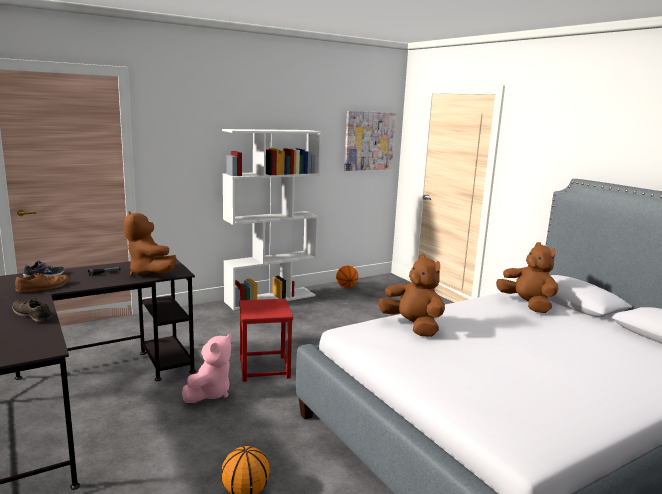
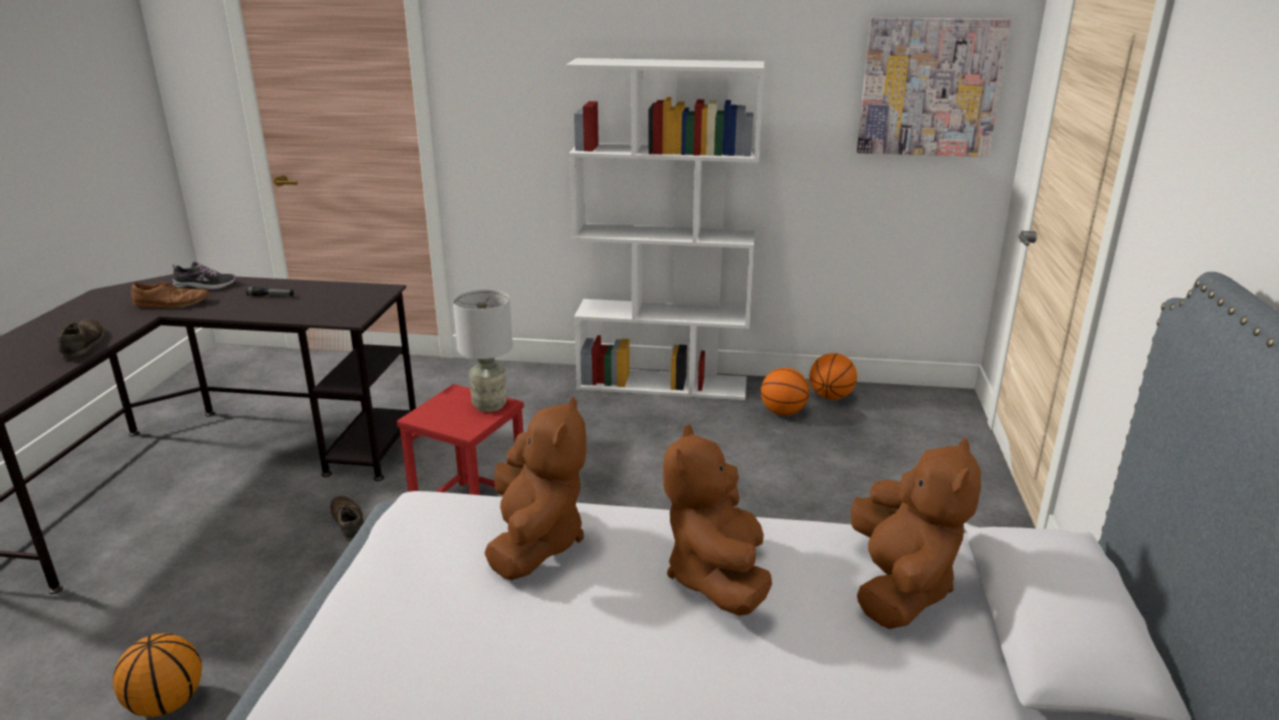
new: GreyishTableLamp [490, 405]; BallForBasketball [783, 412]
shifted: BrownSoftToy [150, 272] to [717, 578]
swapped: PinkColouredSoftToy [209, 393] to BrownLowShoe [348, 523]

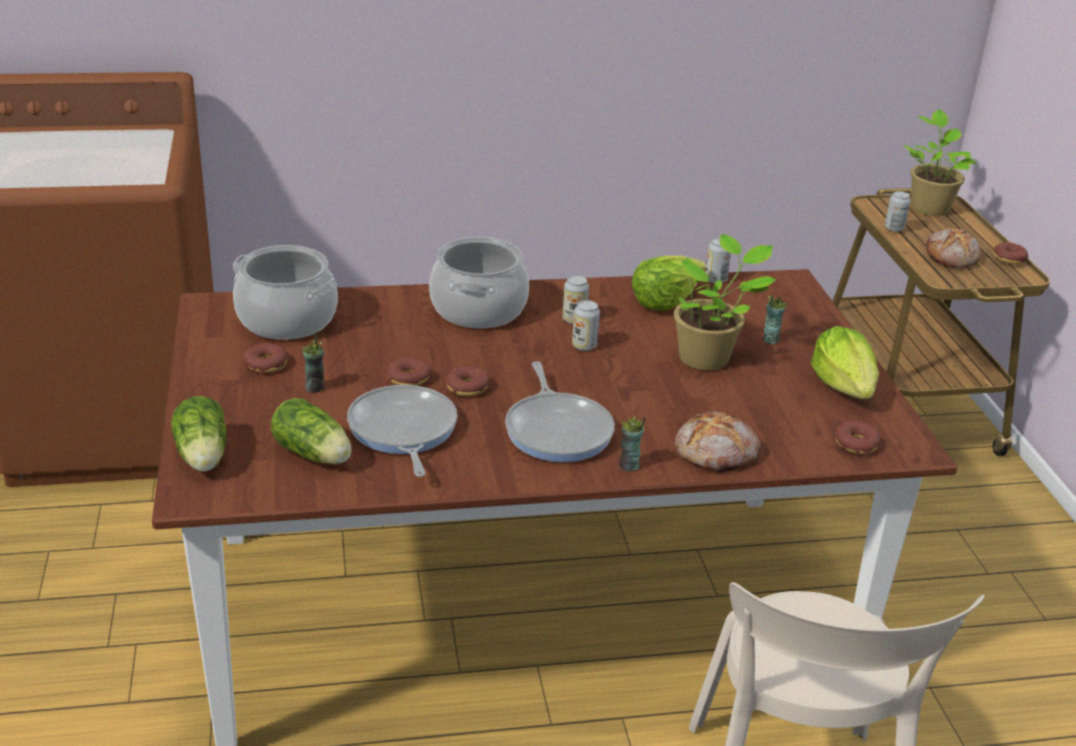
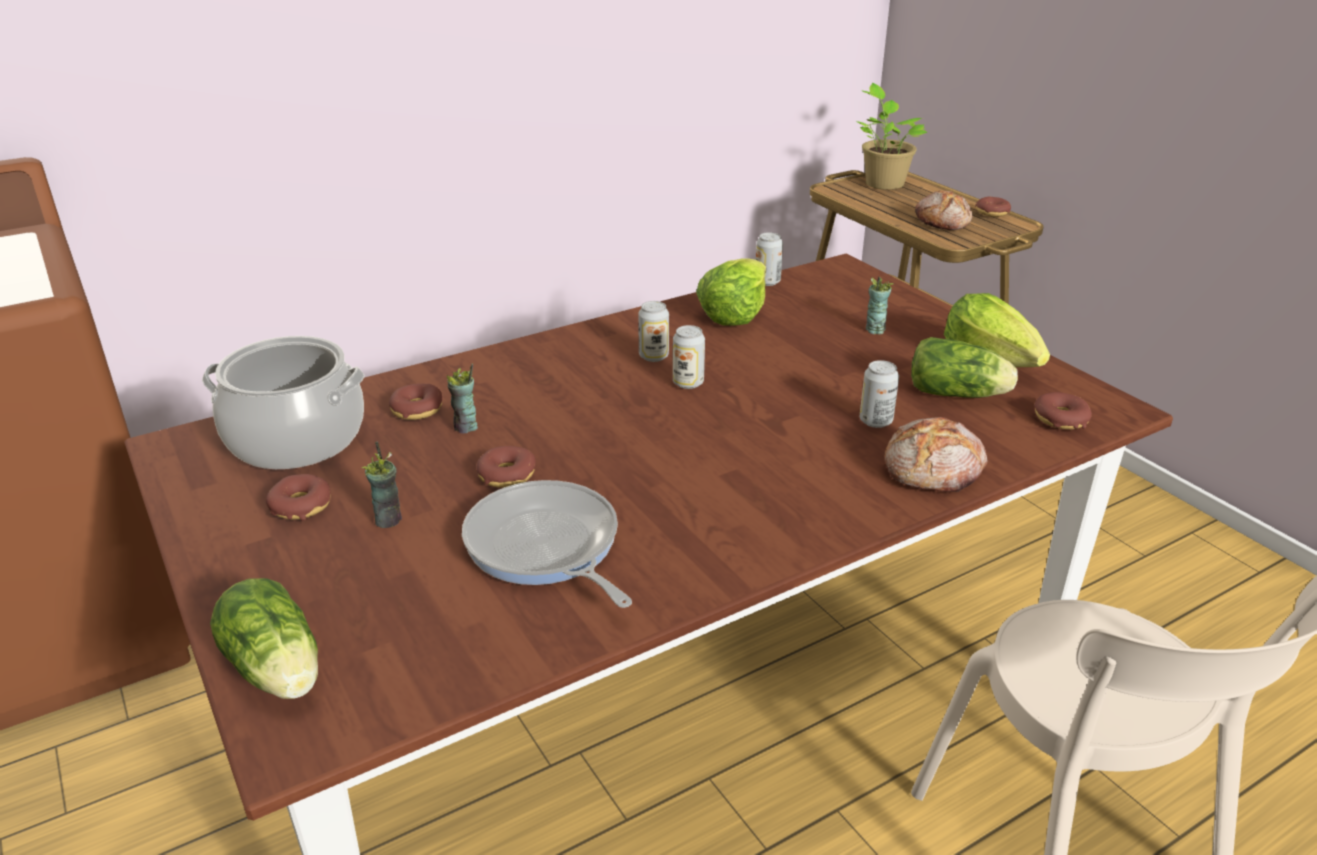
gone: PottedPlant [707, 357]; CookingPot [477, 309]; Pan [558, 430]
shifted: Can [894, 228] to [875, 421]; Doughnut [467, 388] to [417, 410]; Lettuce [315, 455] to [959, 394]; Cup [629, 466] to [465, 427]

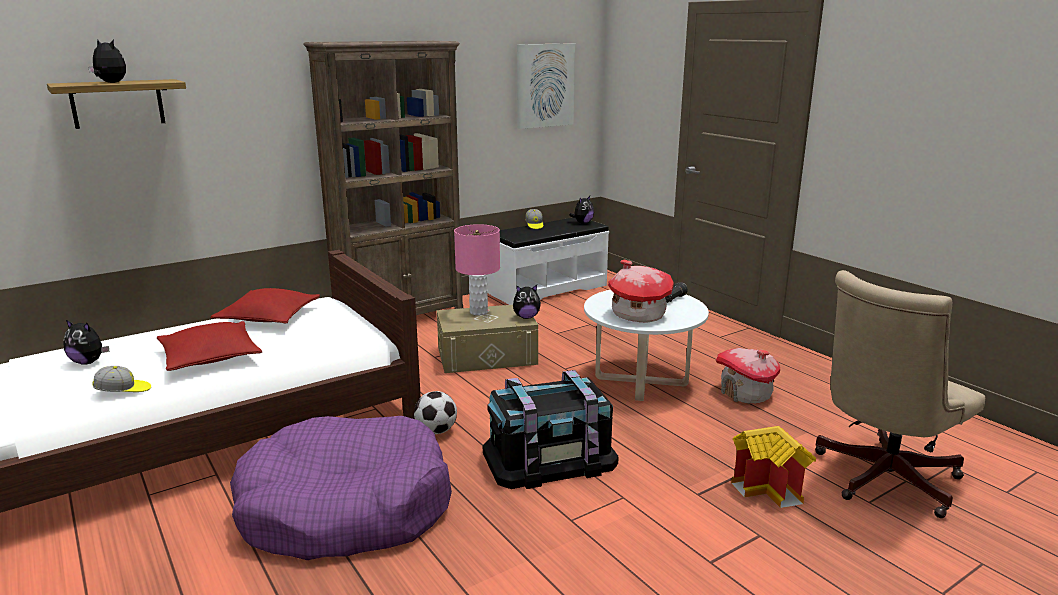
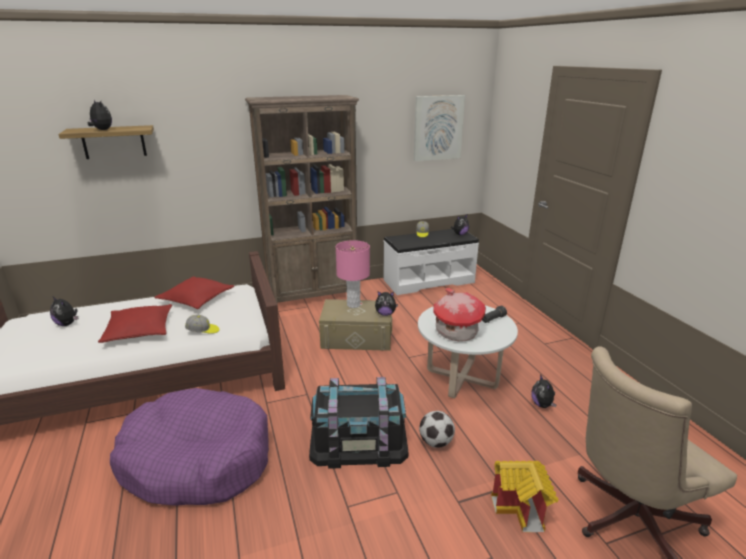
shifted: BaseballCap [123, 391] to [203, 331]; BallForFootball [436, 431] to [436, 442]
swapped: ModelHouse [745, 394] to SoftToy [542, 405]

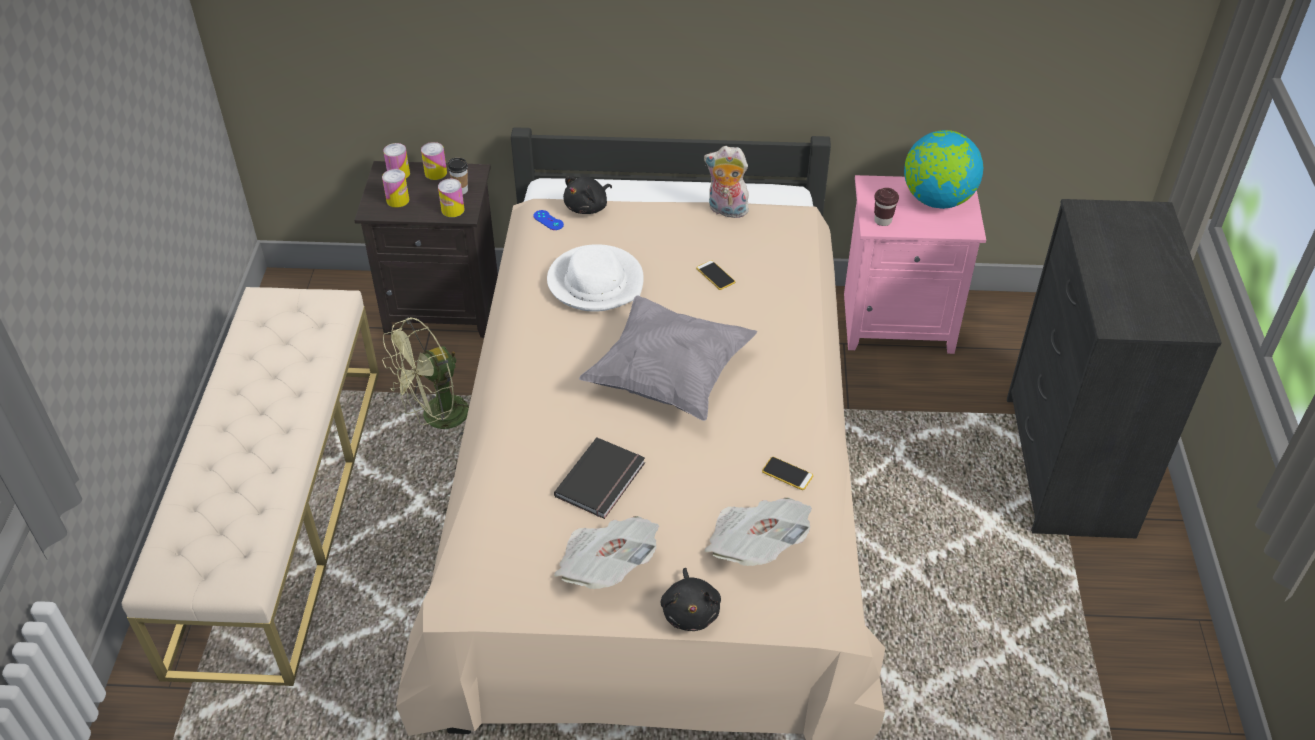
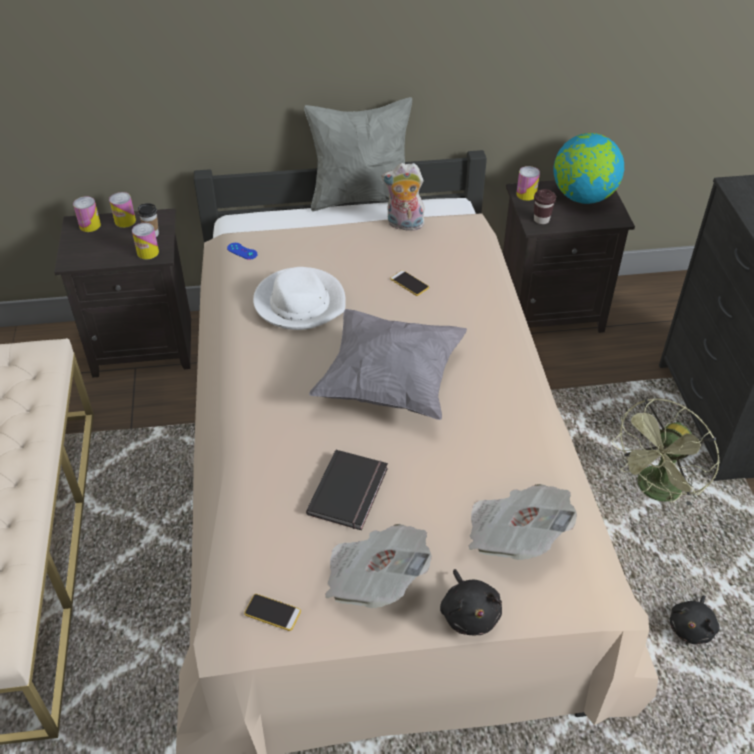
new: GreyishPillow [361, 197]
shifted: Can [397, 200] to [526, 194]; BlackishSoftToy [588, 207] to [691, 627]; GreenishCoolingFan [437, 419] to [655, 492]; Telephone [787, 474] to [272, 612]
repainted: PinkColouredNightstand [899, 321] to BlackishNightstand [551, 310]

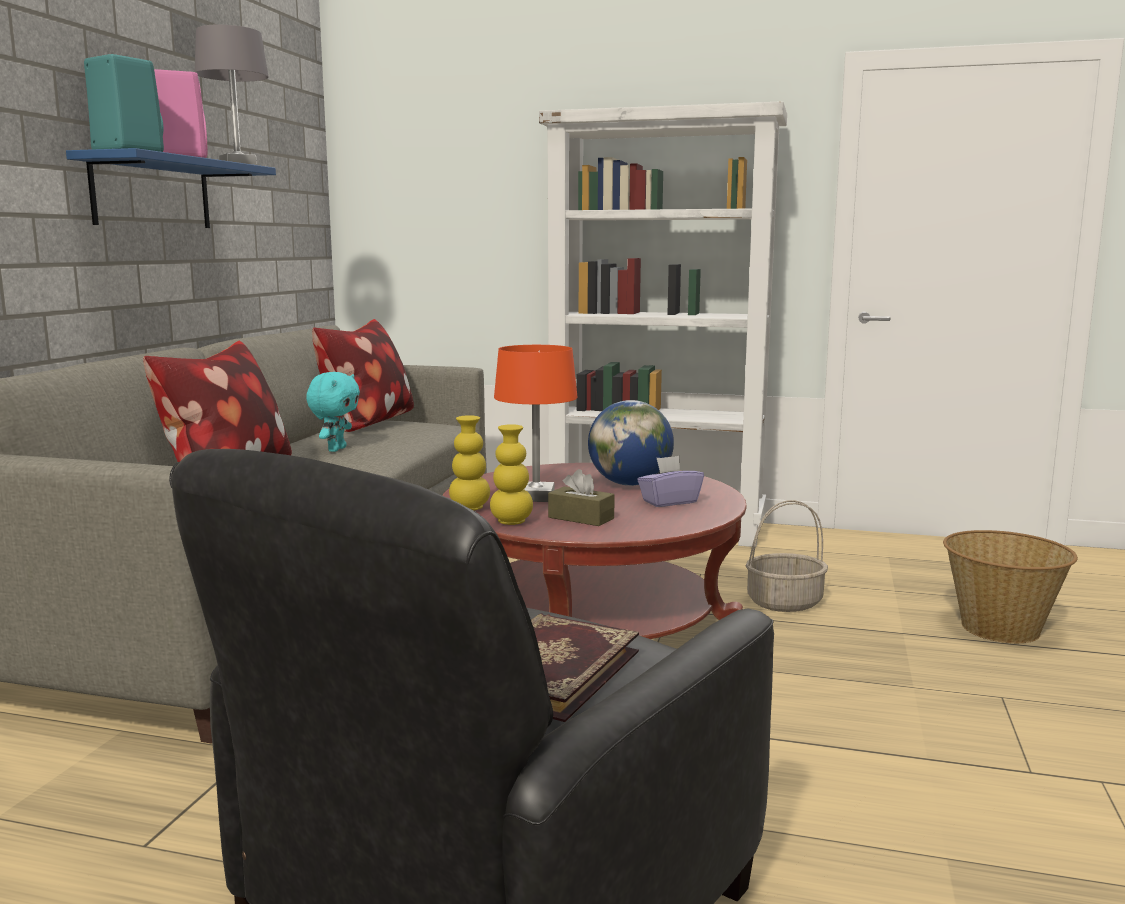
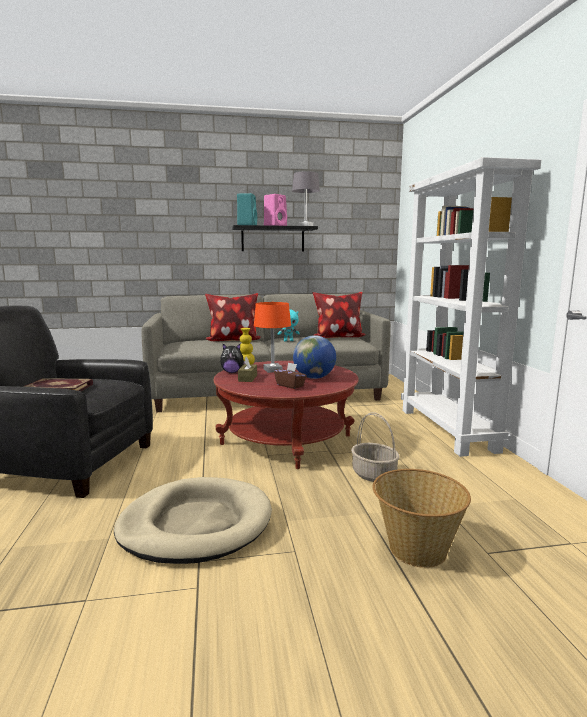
new: SandColouredDogCushion [195, 524]
swapped: YellowishFlowerVase [511, 522] to SoftToy [232, 372]
repainted: BlueWallShelf [152, 193] to BlackishWallShelf [273, 239]; PurpleColouredTissueHolder [669, 501] to BrownTissueHolder [290, 385]

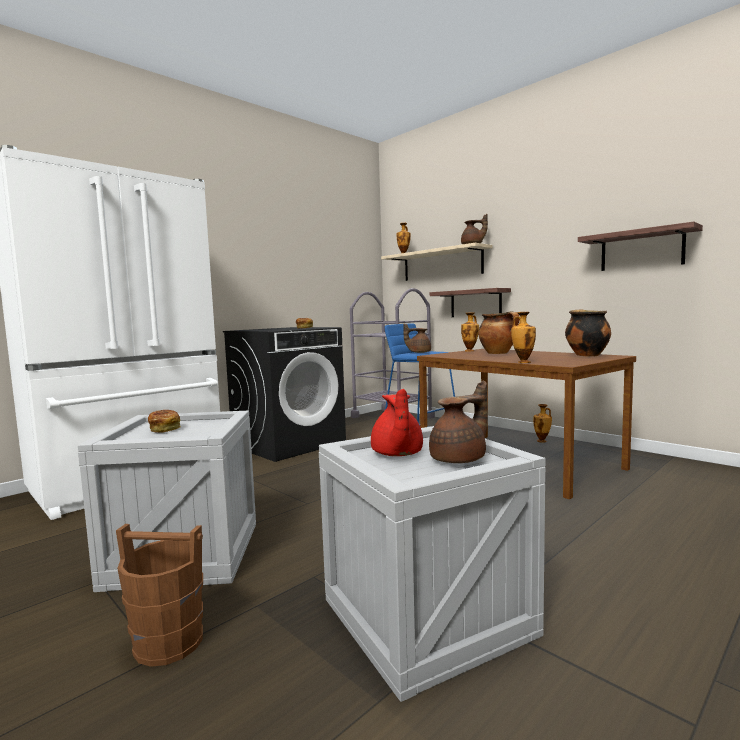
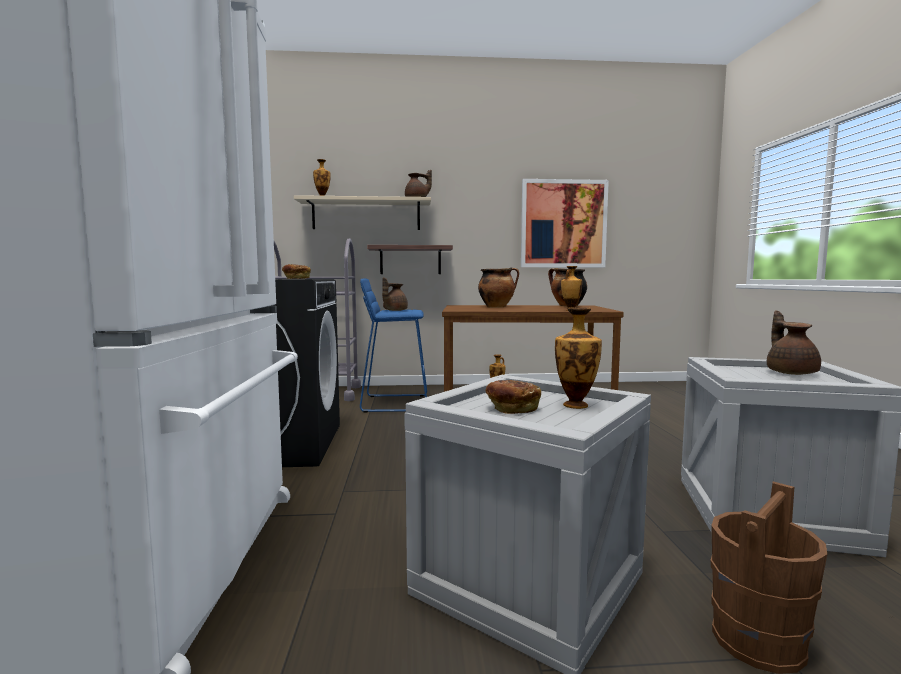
gone: RedPotForTea [396, 454]
shifted: FlowerVase [470, 351] to [576, 405]
swapped: WallShelf [641, 250] to Picture [563, 224]

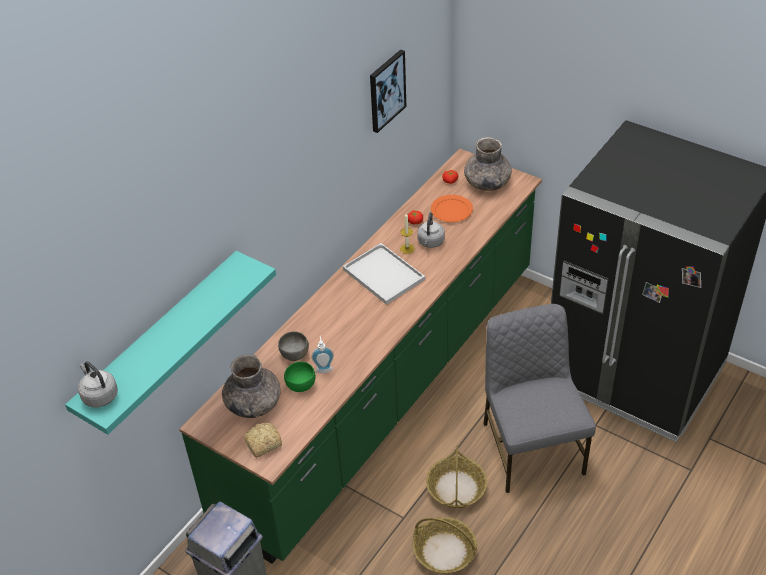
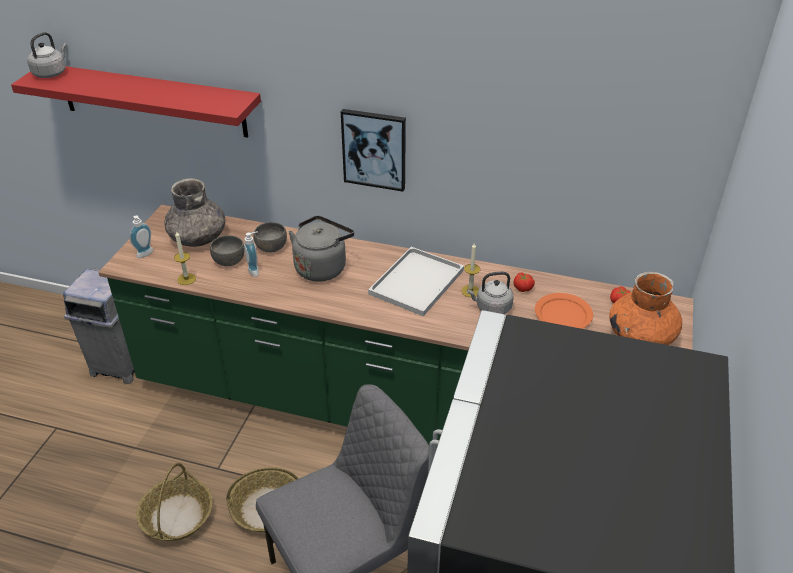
new: GreyishWaterKettle [322, 267]; Candle [186, 279]
shifted: Picture [386, 90] to [374, 149]
swapped: BakeryBread [262, 443] to SoapDispenser [146, 254]
repainted: GreyishFlowerVase [487, 182] to OrangeyFlowerVase [641, 336]; BlueGreenWallShelf [160, 339] to RedWallShelf [152, 100]; GreenishDeepDish [300, 385] to GreyishDeepDish [228, 260]

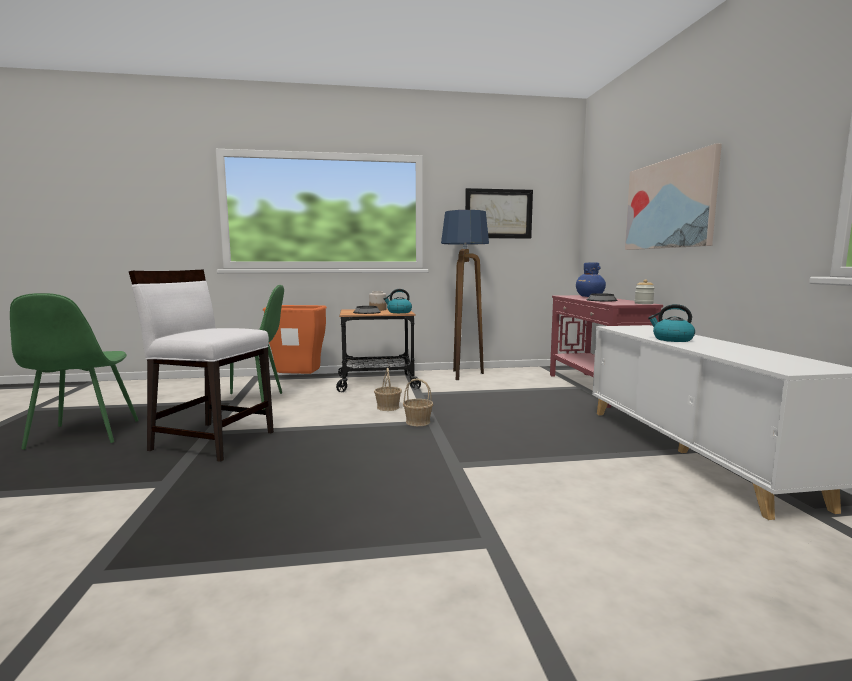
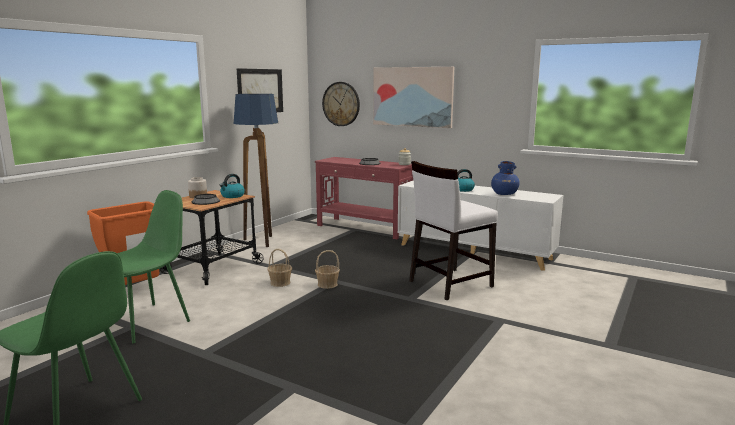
new: ClockOnTheWall [341, 104]
shifted: BlueFlowerVase [589, 296] to [504, 194]; WhiteColouredChair [213, 440] to [449, 283]

